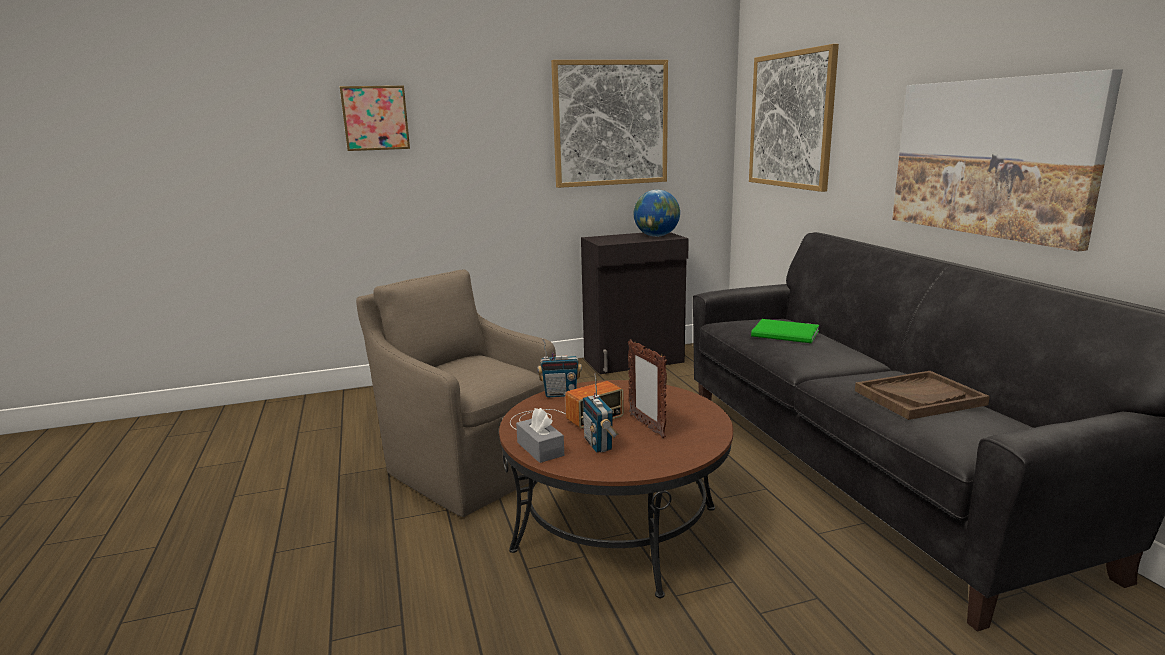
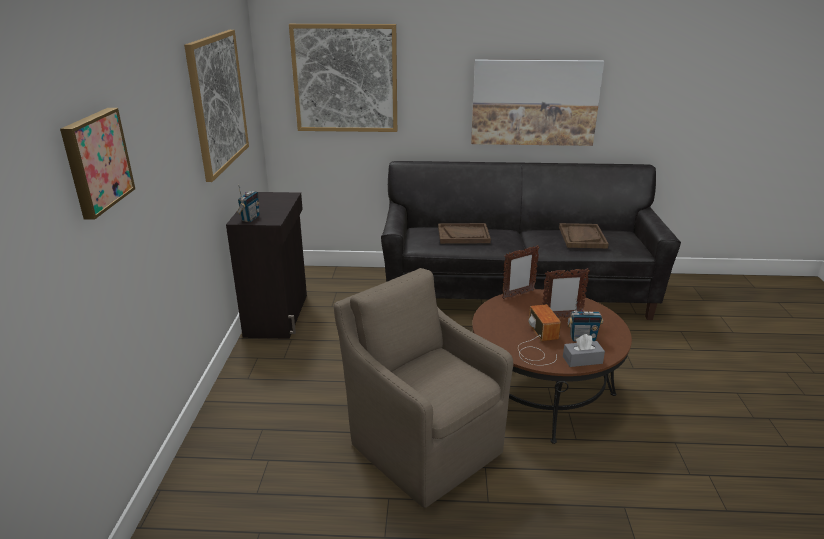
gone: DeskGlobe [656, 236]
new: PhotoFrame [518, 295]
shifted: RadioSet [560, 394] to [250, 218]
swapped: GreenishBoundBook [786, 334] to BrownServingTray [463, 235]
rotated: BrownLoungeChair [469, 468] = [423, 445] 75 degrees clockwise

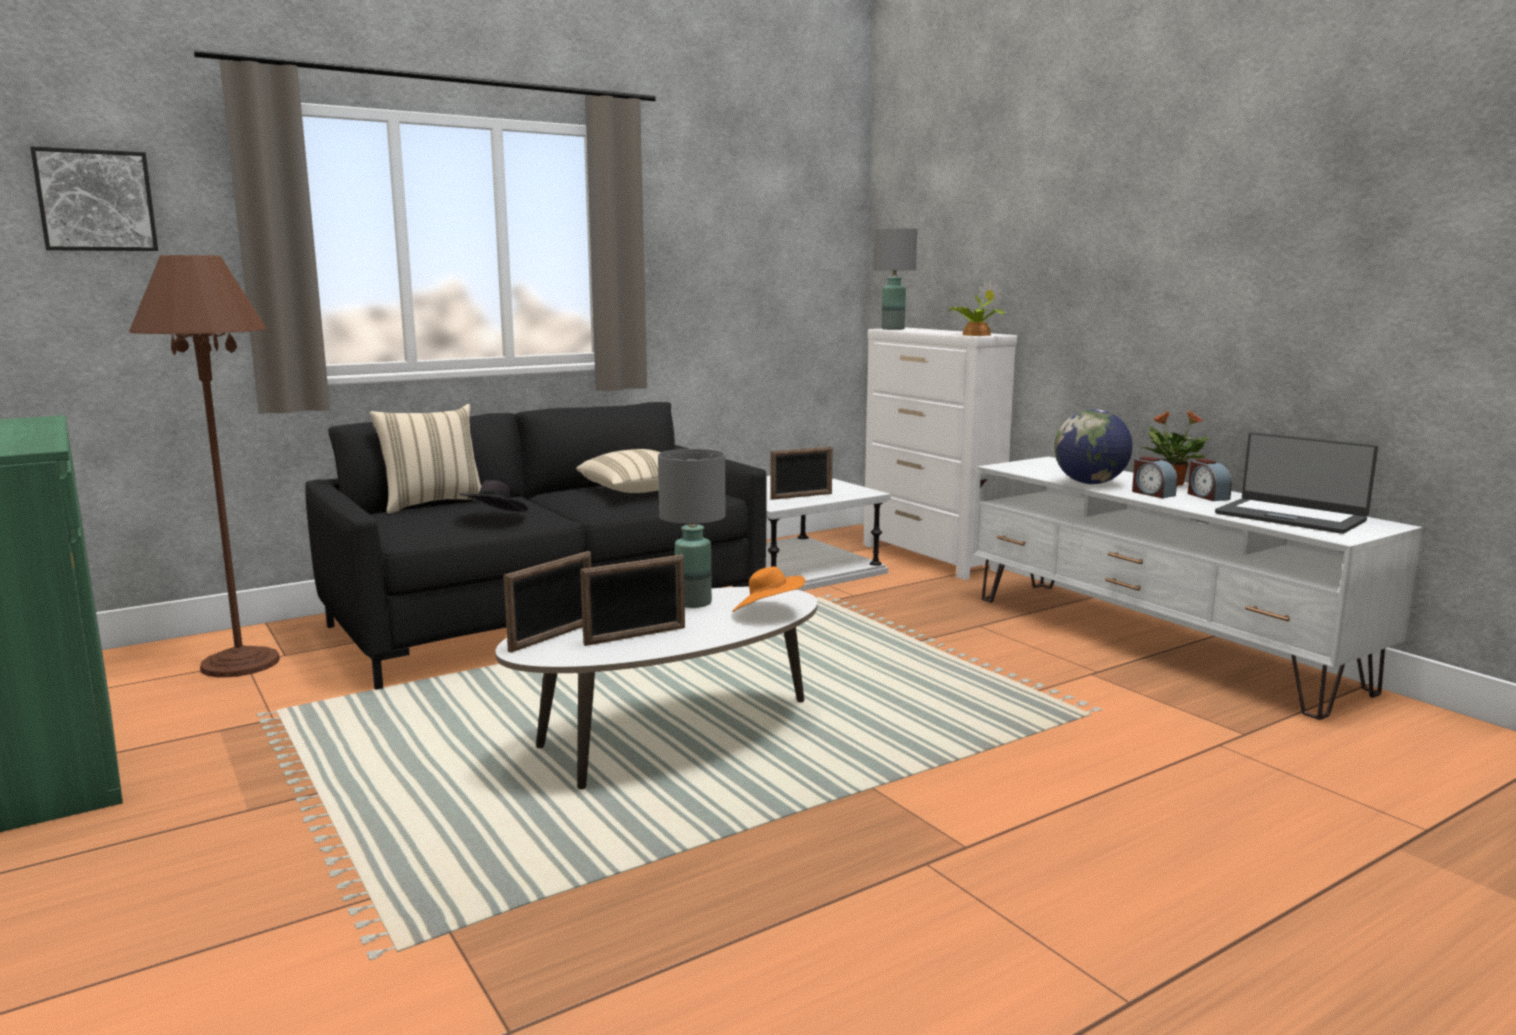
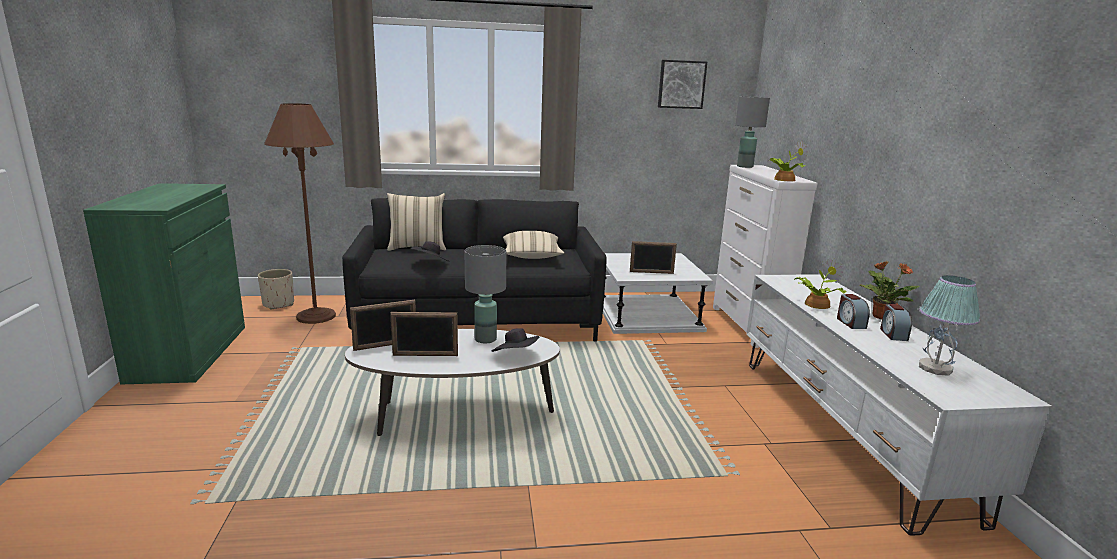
new: SandColouredFlowerPot [278, 304]
shifted: Picture [96, 201] to [681, 84]
swapped: DeskGlobe [1090, 483] to PottedPlant [815, 304]; NotebookComputer [1290, 517] to TableLamp [935, 368]
repainted: OrangeyHat [767, 612] to BlackishHat [516, 356]

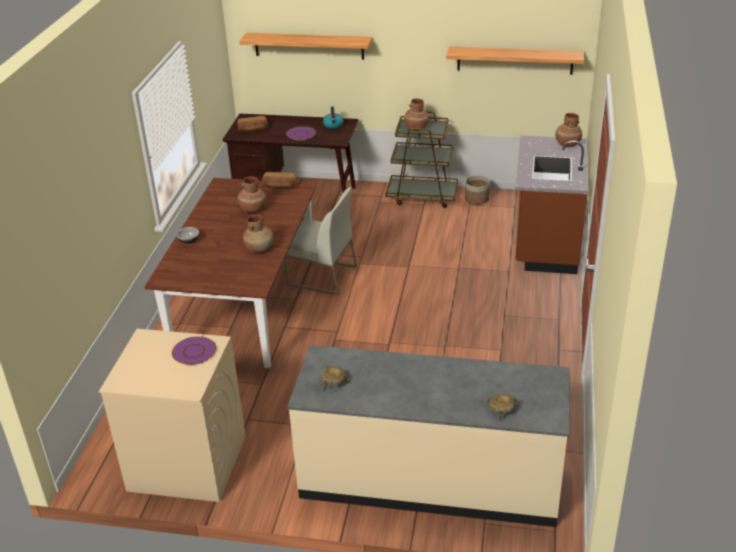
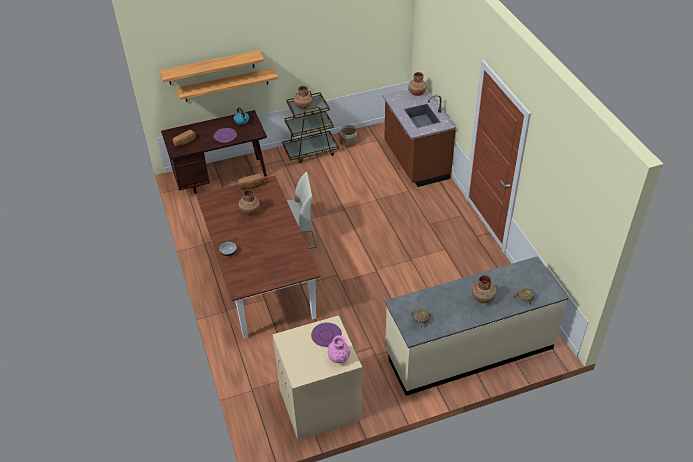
new: PinkColouredFlowerVase [339, 358]
shifted: WallShelf [514, 60] to [226, 85]; BrownFlowerVase [259, 248] to [483, 298]

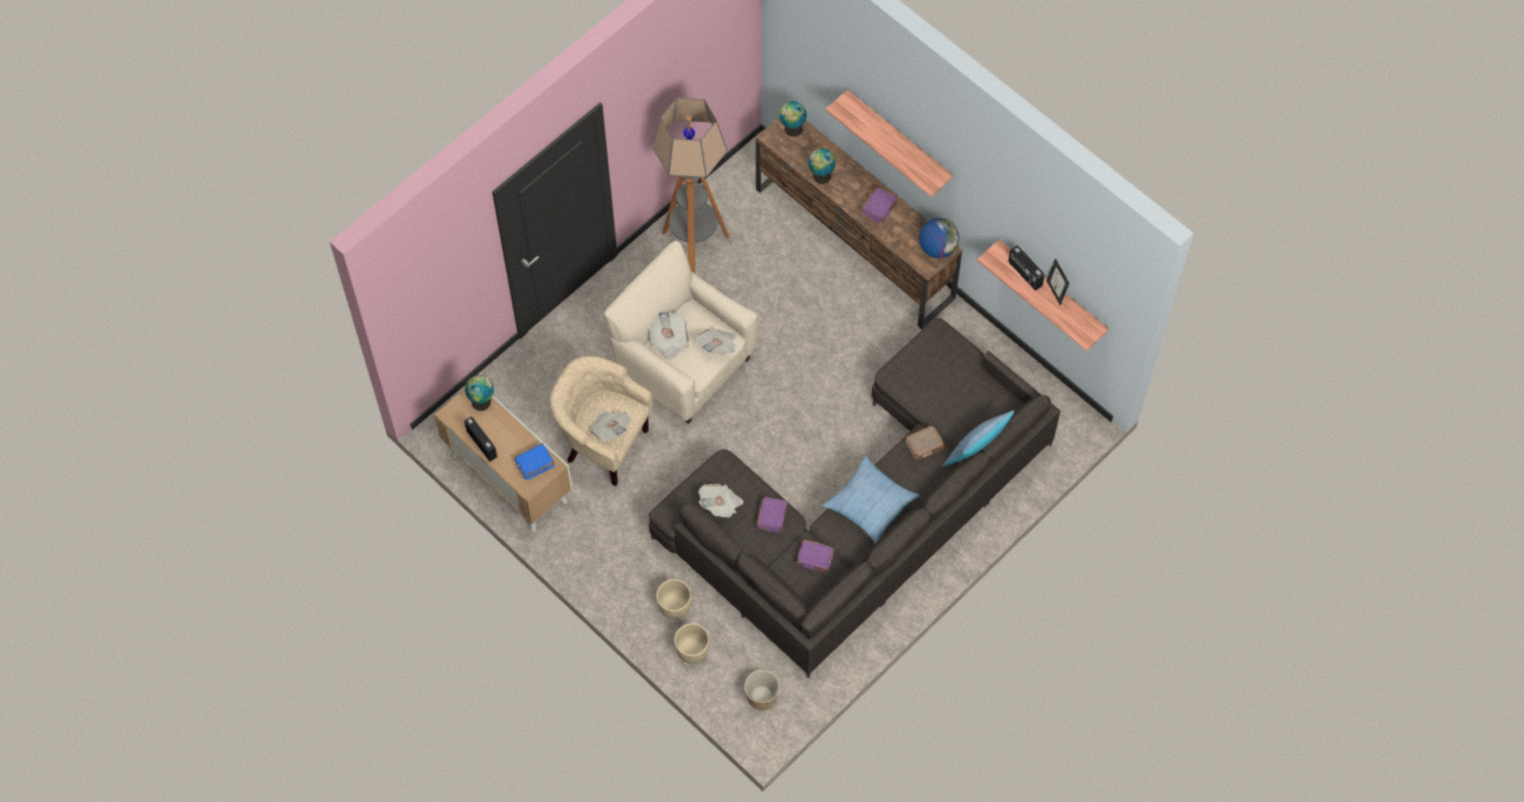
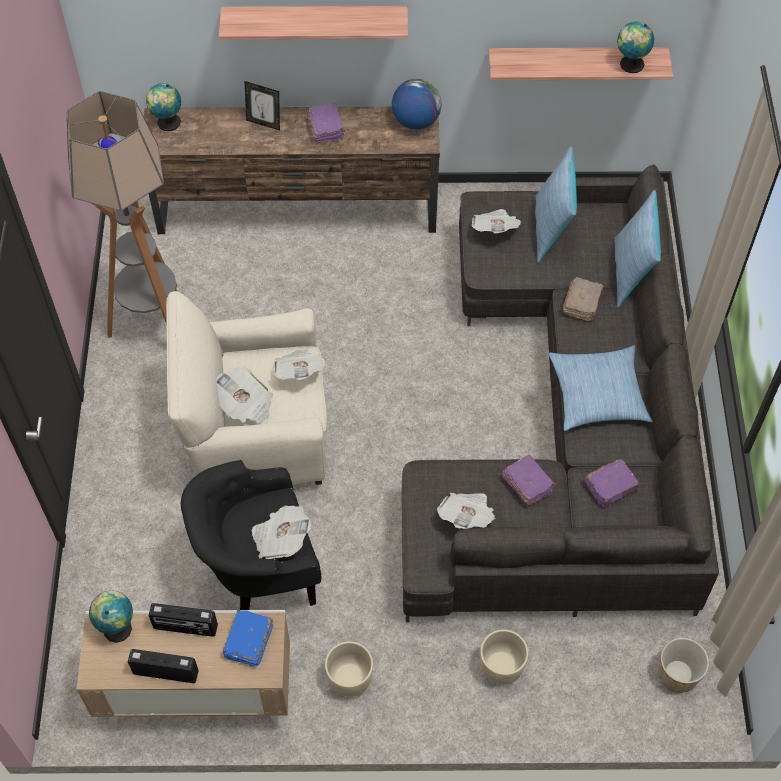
new: Pillow [551, 229]; Newspaper [495, 229]
shifted: DeskGlobe [820, 175] to [630, 65]; RadioSet [1024, 274] to [185, 628]; PhotoFrame [1055, 292] to [264, 123]; SandColouredFlowerPot [692, 650] to [349, 679]
repainted: SandColouredLoungeChair [602, 444] to BlackishLoungeChair [259, 575]

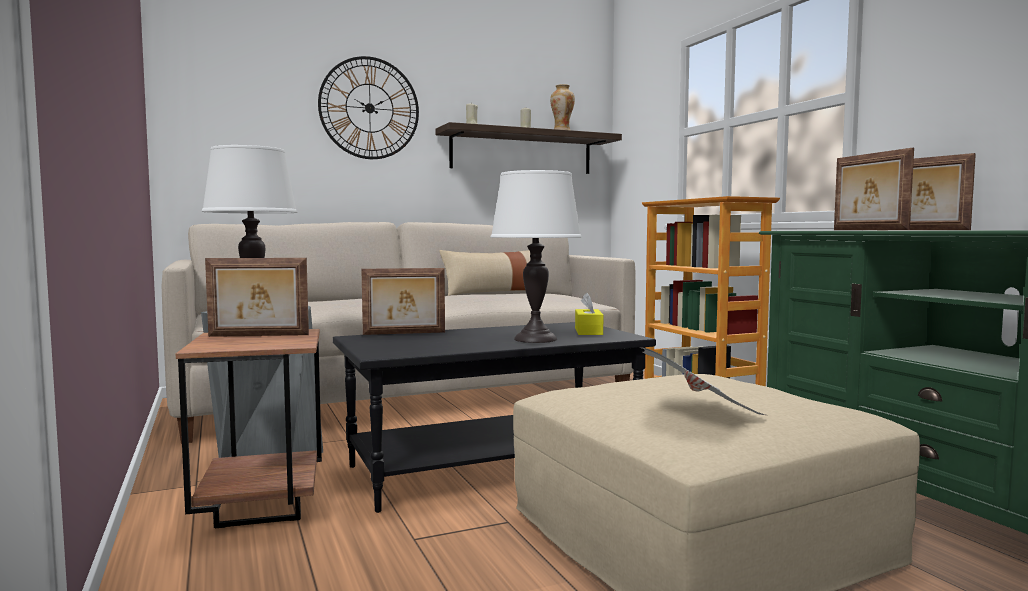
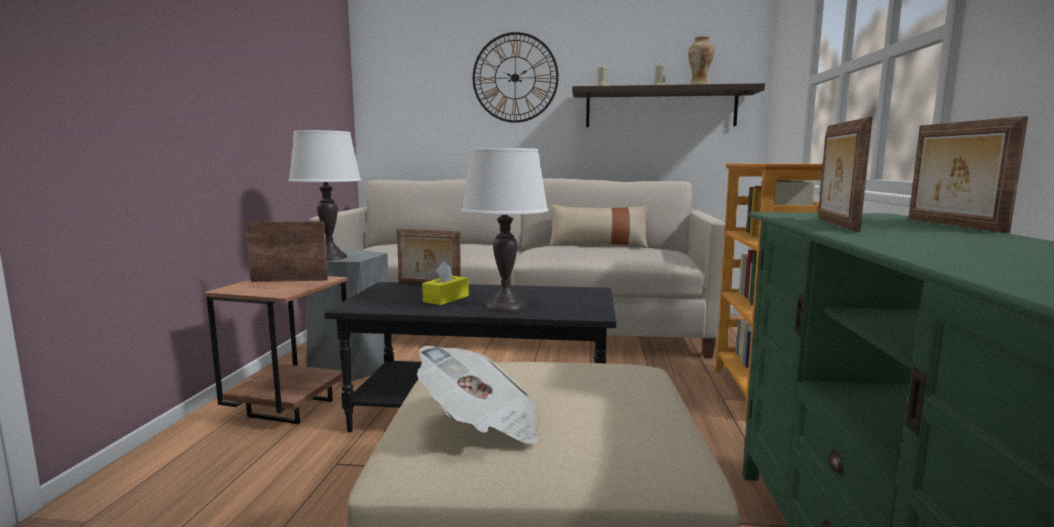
shifted: YellowishTissueHolder [588, 331] to [446, 299]
rotated: PhotoFrame [258, 336] = [290, 280] 150 degrees clockwise

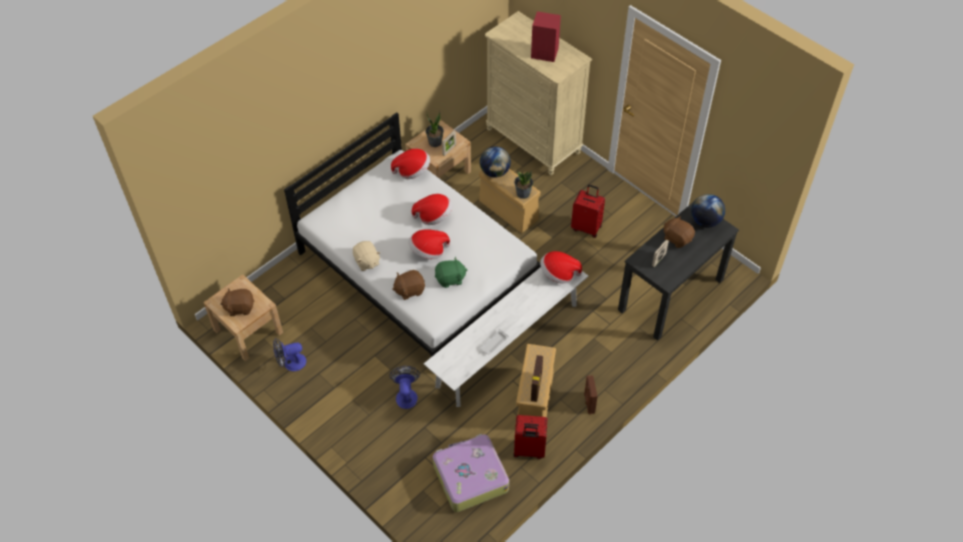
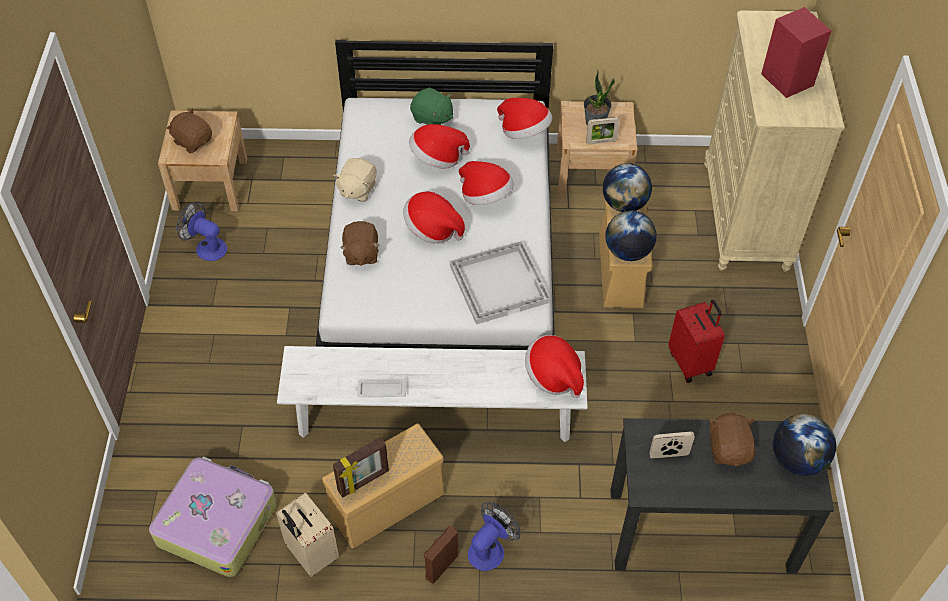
new: Hat [437, 158]; WhiteColouredServingTray [499, 283]
shifted: GreenishSoftToy [450, 279] to [432, 118]; CoolingFan [406, 395] to [490, 548]
swapped: PottedPlant [523, 193] to DeskGlobe [628, 252]
repainted: RedPieceOfLuggage [529, 450] to SandColouredPieceOfLuggage [310, 554]
rotated: BrownSoftToy [409, 290] = [361, 253] 120 degrees counterclockwise

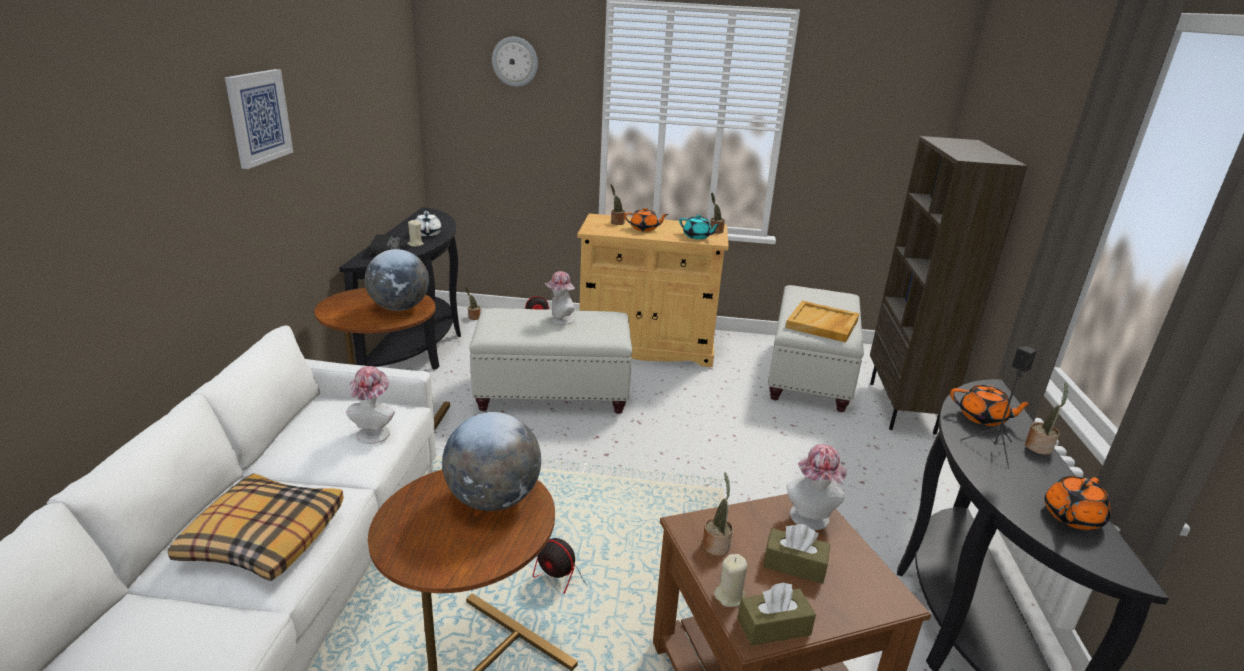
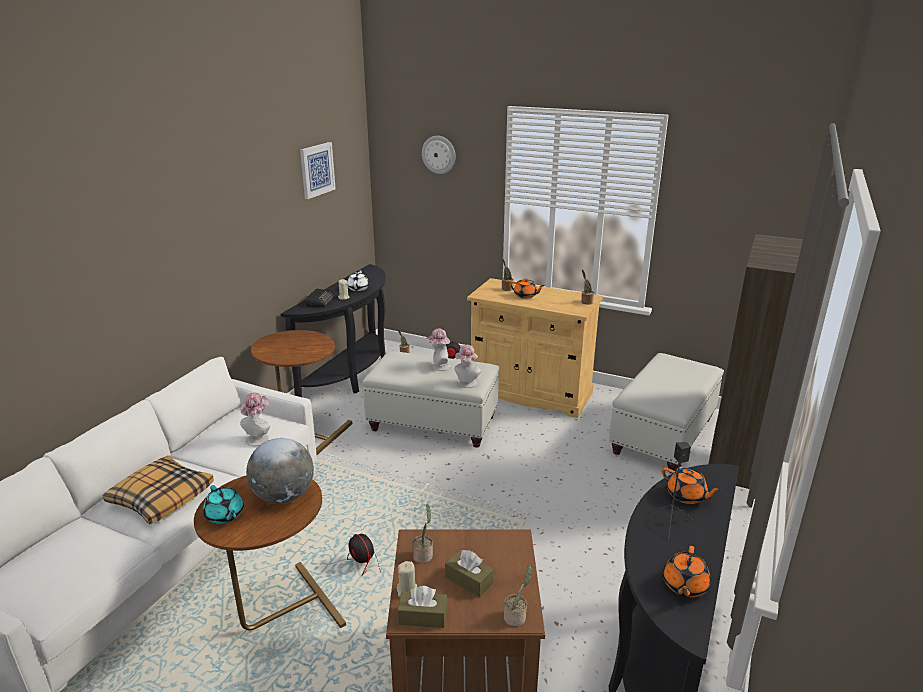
gone: DeskGlobe [400, 308]; SandColouredServingTray [822, 324]
shifted: Picture [258, 117] to [317, 170]; BlueGreenPotForTea [697, 236] to [225, 515]; PottedPlant [1039, 447] to [516, 617]; Hat [810, 520] to [466, 384]
rotated: OrangeyPotForTea [1071, 517] = [684, 586] 45 degrees counterclockwise

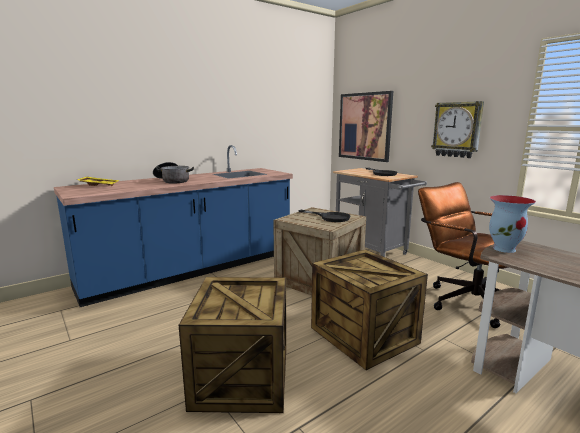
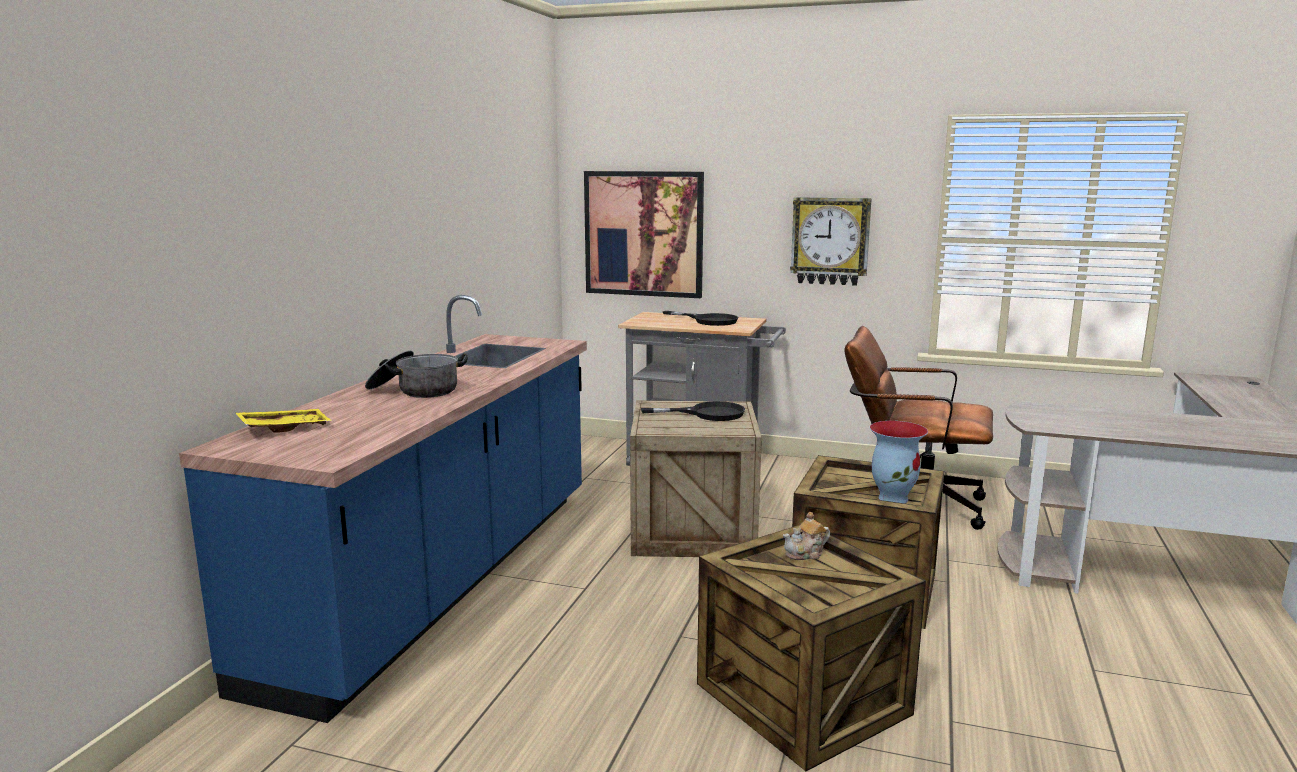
new: PotForTea [806, 554]
shifted: FlowerVase [504, 249] to [893, 498]

